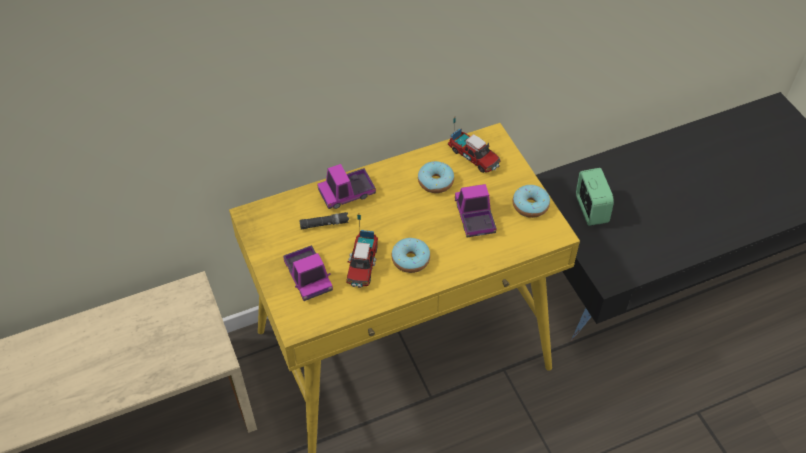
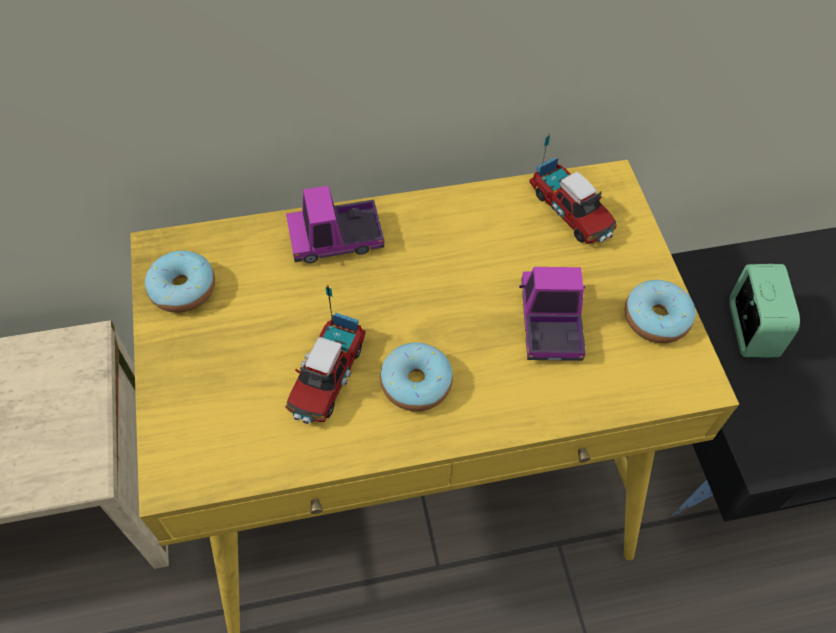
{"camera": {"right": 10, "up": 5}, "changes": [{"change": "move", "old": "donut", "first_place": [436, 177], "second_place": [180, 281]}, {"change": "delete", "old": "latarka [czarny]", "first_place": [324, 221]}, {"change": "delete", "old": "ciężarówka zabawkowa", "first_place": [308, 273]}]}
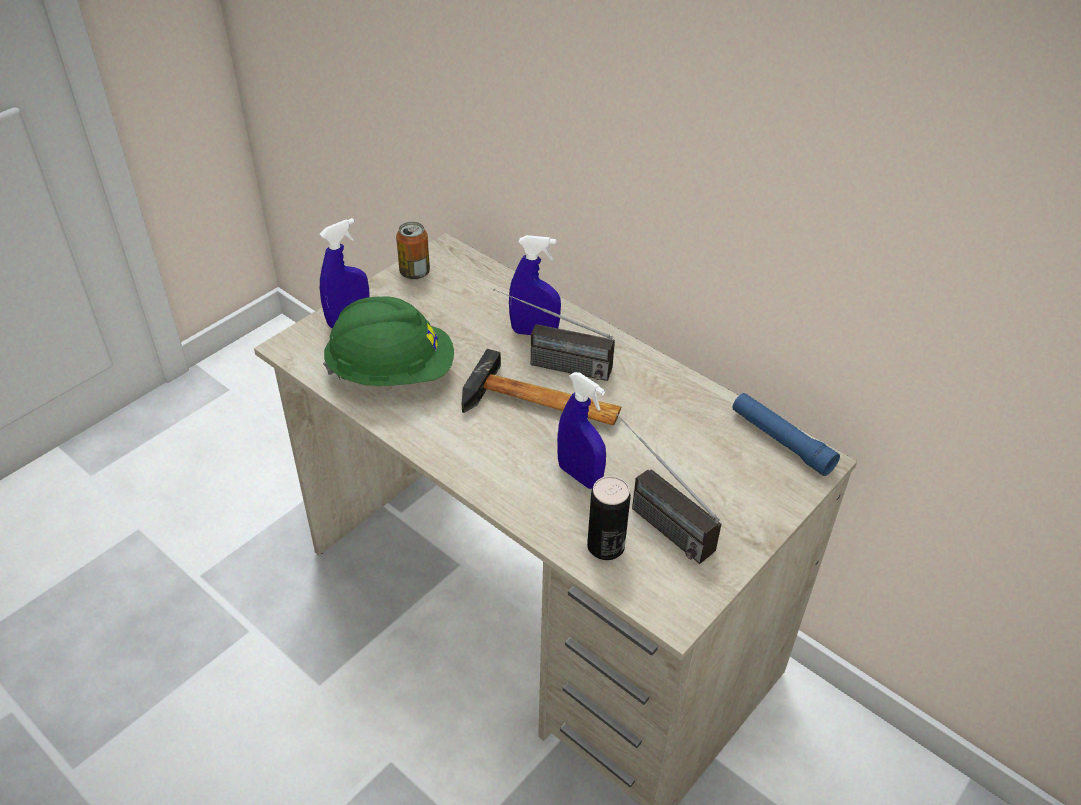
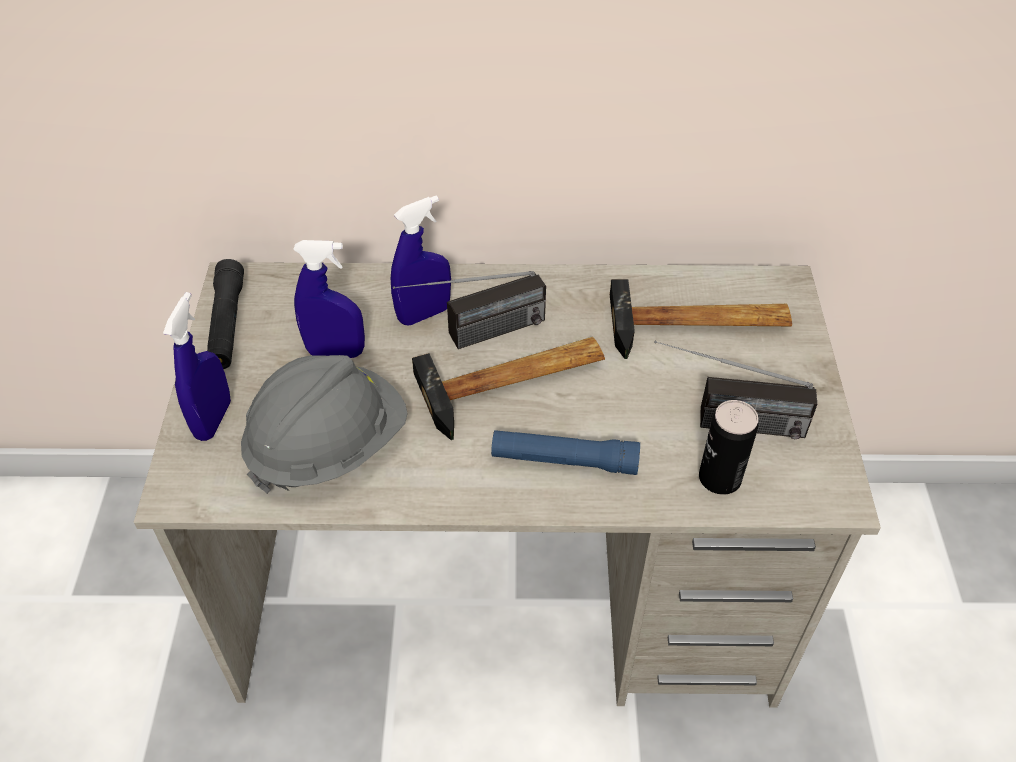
{"camera": {"right": -40, "up": 5}, "changes": [{"change": "replace", "old": "puszka", "new": "latarka [czarny]", "first_place": [413, 251], "second_place": [225, 314]}, {"change": "recolor", "old": "kask [zielony]", "new": "kask [szary]", "first_place": [388, 341], "second_place": [324, 424]}, {"change": "move", "old": "spryskiwacz [niebieski]", "first_place": [581, 430], "second_place": [329, 299]}, {"change": "move", "old": "latarka [niebieski]", "first_place": [786, 434], "second_place": [565, 452]}, {"change": "insert", "new": "młotek", "second_place": [701, 319]}]}
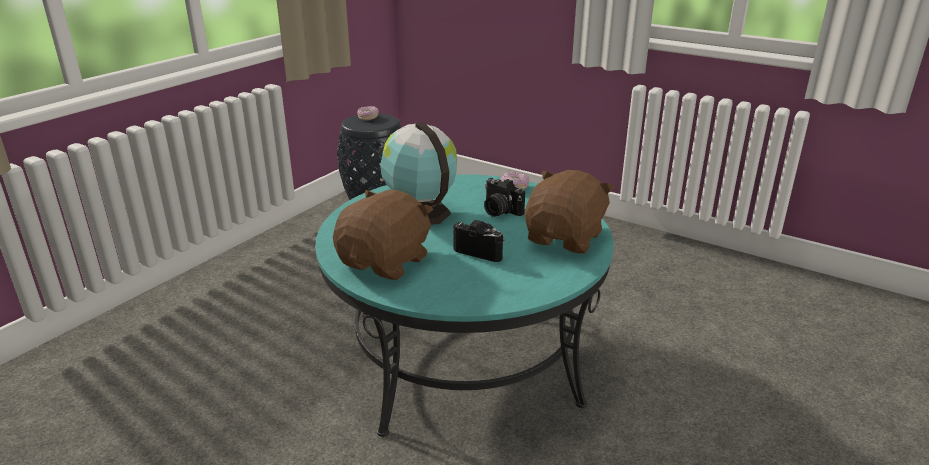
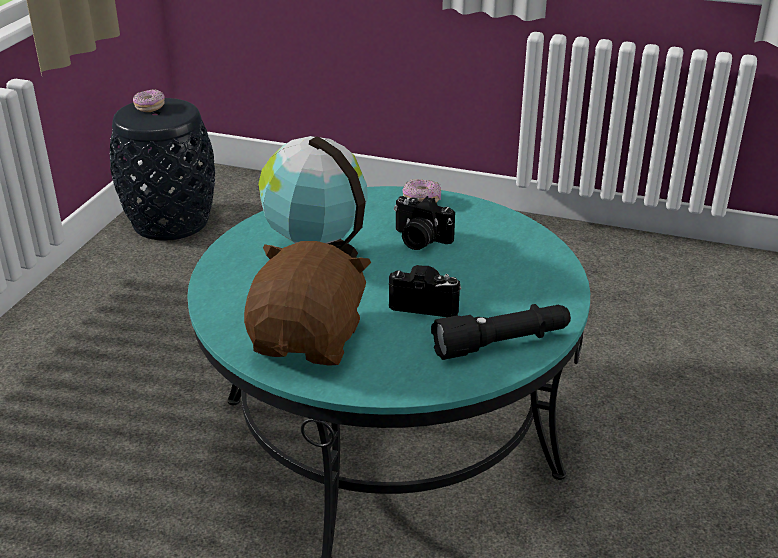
{"camera": {"right": -15, "up": 5}, "changes": [{"change": "delete", "old": "pluszak [brązowy]", "first_place": [570, 212]}, {"change": "insert", "new": "latarka [czarny]", "second_place": [501, 332]}]}
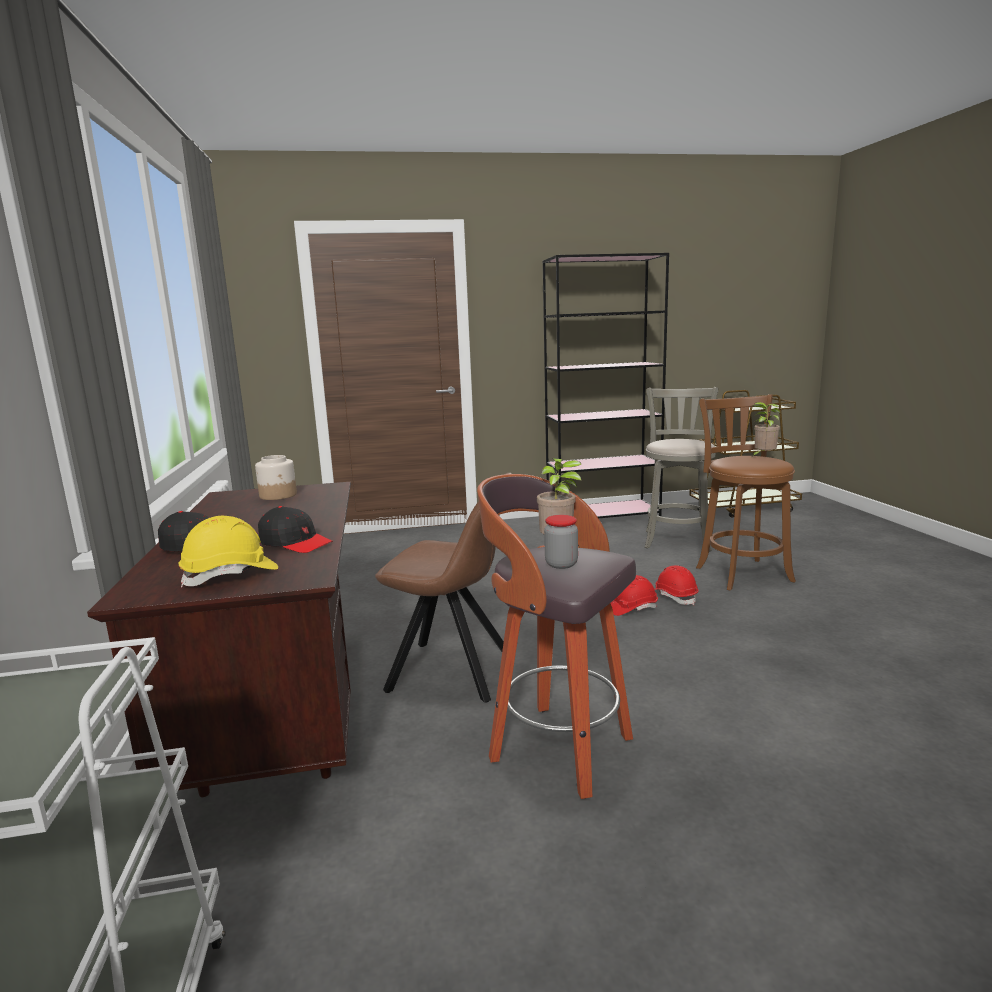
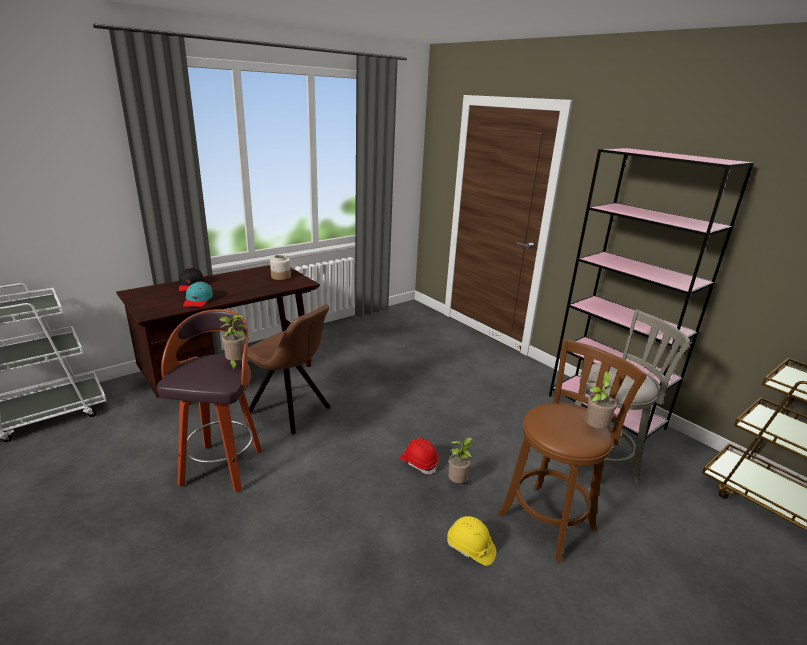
{"camera": {"right": 60, "up": 10}, "changes": [{"change": "rotate", "old": "krzesło [brązowy]", "first_place": [443, 588], "second_place": [289, 369], "degrees": -45}, {"change": "recolor", "old": "czapka z daszkiem [czarny]", "new": "czapka z daszkiem [turkusowy]", "first_place": [295, 529], "second_place": [198, 294]}, {"change": "move", "old": "kask [żółty]", "first_place": [228, 551], "second_place": [471, 541]}, {"change": "delete", "old": "słoik", "first_place": [561, 542]}, {"change": "replace", "old": "kask [czerwony]", "new": "roślina doniczkowa", "first_place": [676, 585], "second_place": [461, 460]}]}
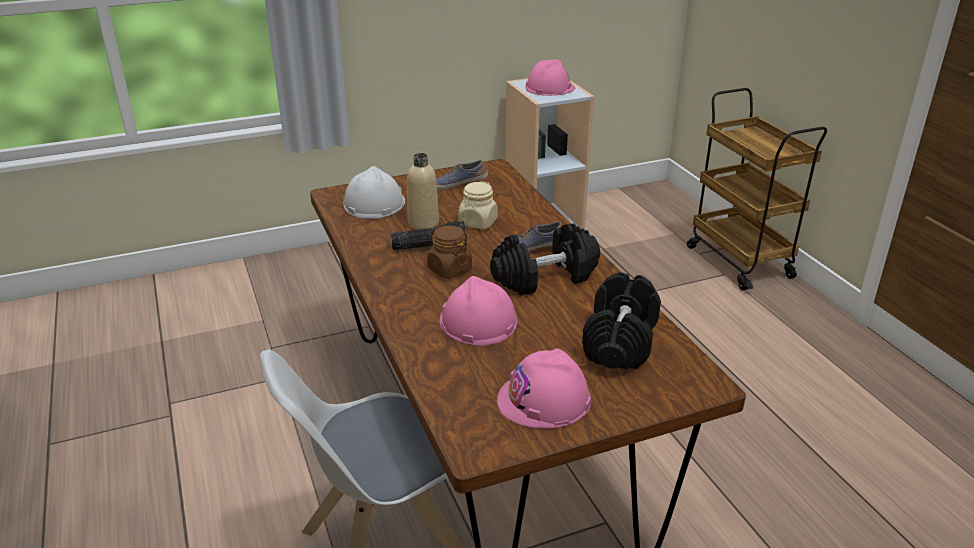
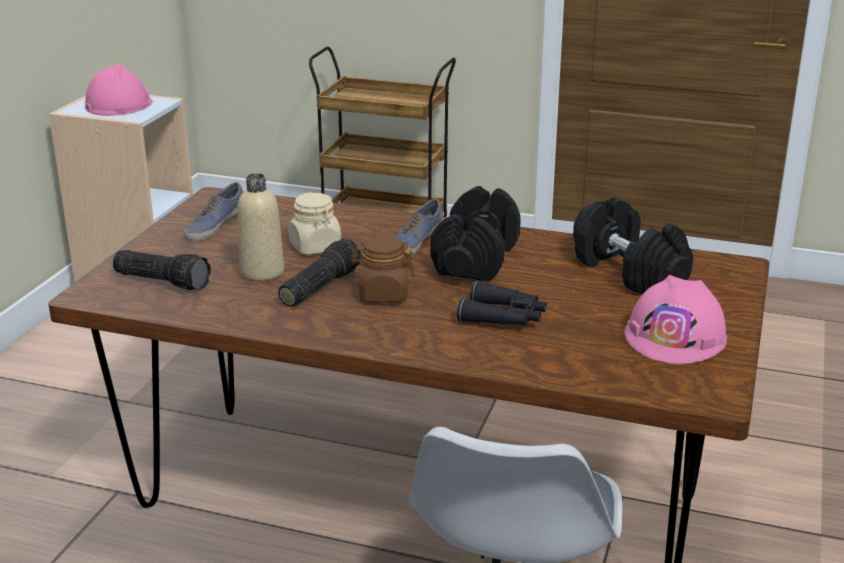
{"camera": {"right": -50, "up": -5}, "changes": [{"change": "replace", "old": "kask [biały]", "new": "latarka", "first_place": [374, 192], "second_place": [162, 270]}, {"change": "replace", "old": "kask [różowy]", "new": "lornetka [czarny]", "first_place": [478, 311], "second_place": [502, 303]}]}
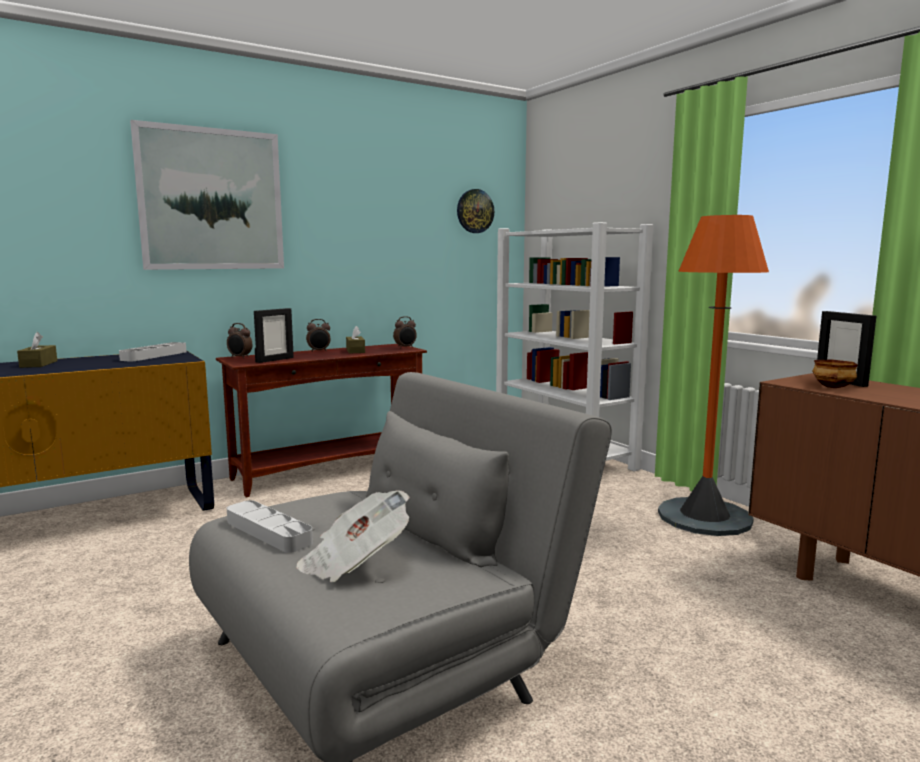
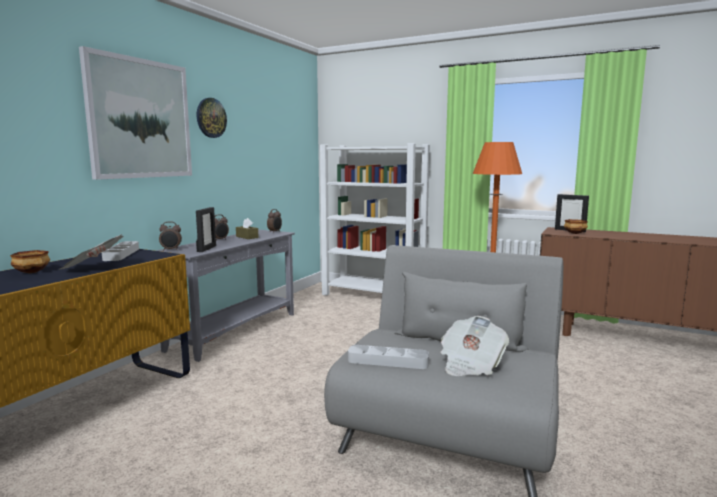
{"camera": {"right": -30, "up": 0}, "changes": [{"change": "move", "old": "zegar ścienny", "first_place": [475, 211], "second_place": [212, 118]}, {"change": "replace", "old": "pudełko chusteczek [brązowy]", "new": "miska", "first_place": [37, 350], "second_place": [30, 261]}, {"change": "recolor", "old": "stolik konsolowy [brązowy]", "new": "stolik konsolowy [szary]", "first_place": [321, 420], "second_place": [225, 296]}, {"change": "insert", "new": "gazeta", "second_place": [91, 252]}]}
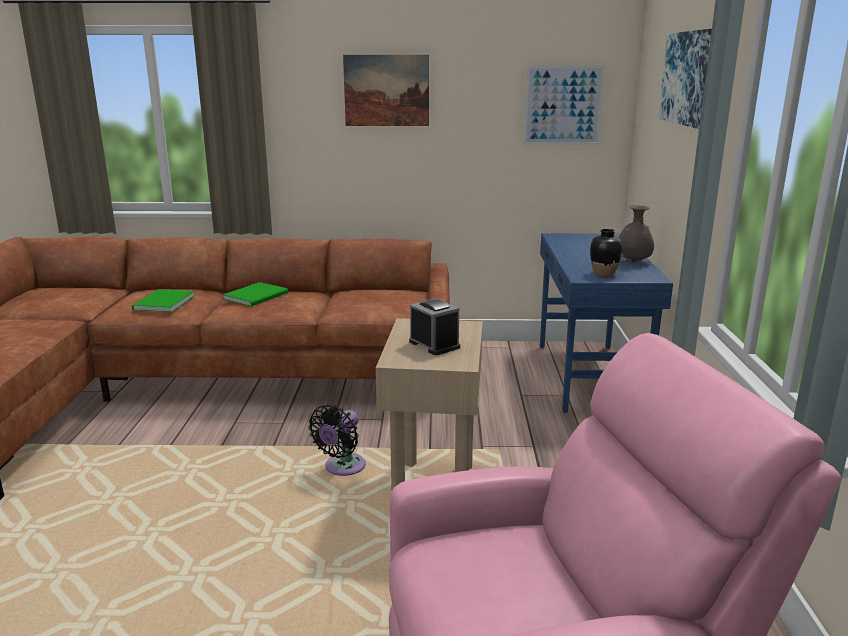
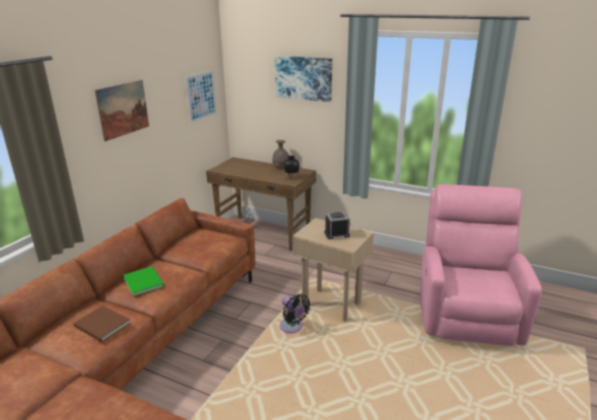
{"camera": {"right": -65, "up": 5}, "changes": [{"change": "recolor", "old": "stolik konsolowy [niebieski]", "new": "stolik konsolowy [brązowy]", "first_place": [606, 323], "second_place": [261, 204]}, {"change": "recolor", "old": "książka [zielony]", "new": "książka [brązowy]", "first_place": [163, 300], "second_place": [101, 324]}]}
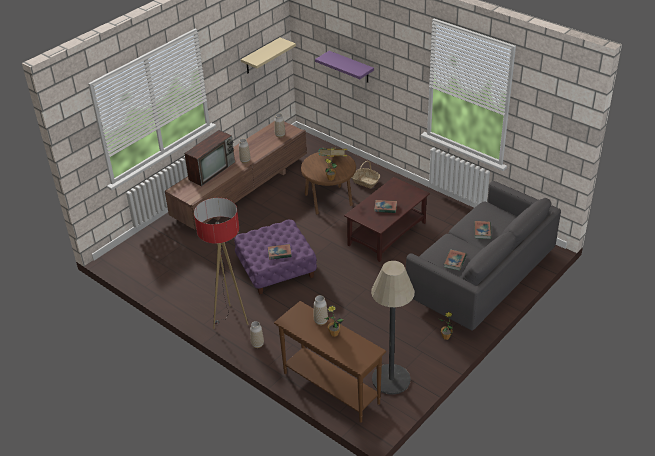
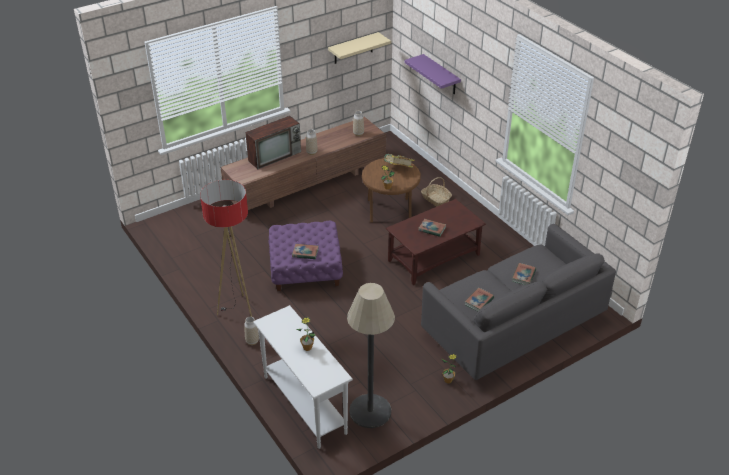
{"camera": {"right": 15, "up": 0}, "changes": [{"change": "delete", "old": "wazon", "first_place": [321, 310]}, {"change": "recolor", "old": "stolik konsolowy [brązowy]", "new": "stolik konsolowy [biały]", "first_place": [330, 362], "second_place": [303, 377]}]}
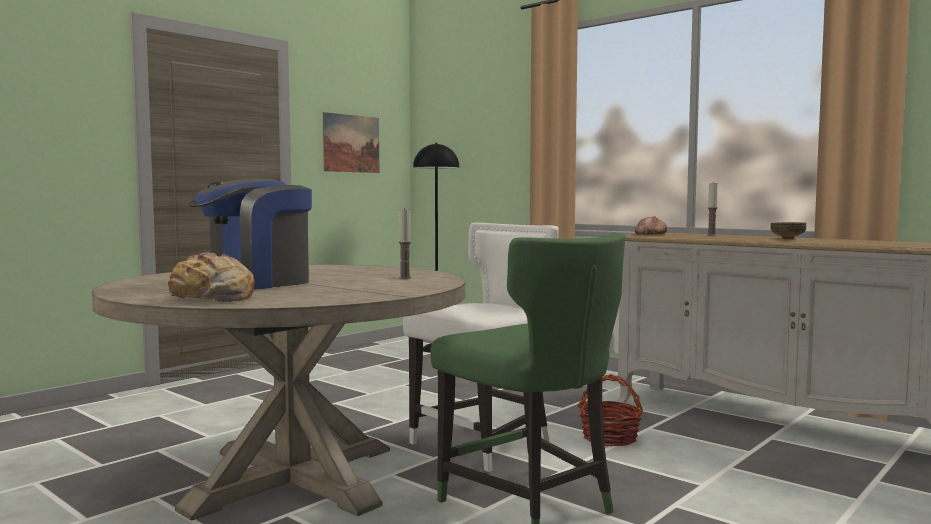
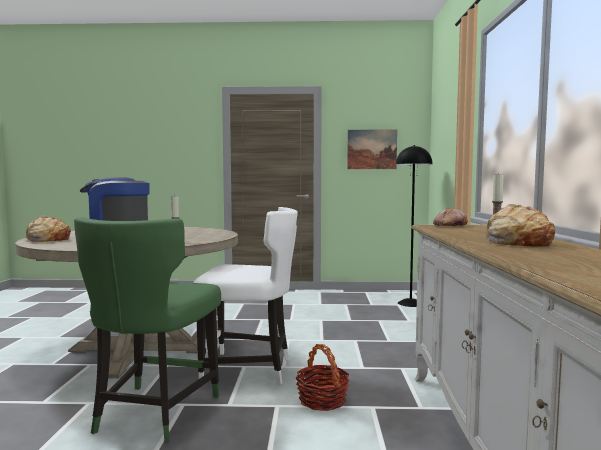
{"camera": {"right": 50, "up": 0}, "changes": [{"change": "replace", "old": "miska", "new": "chleb", "first_place": [788, 230], "second_place": [520, 225]}]}
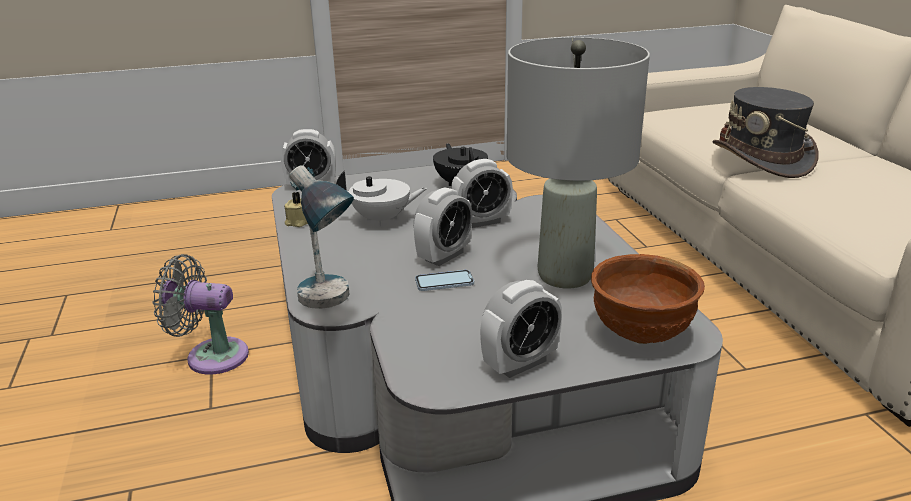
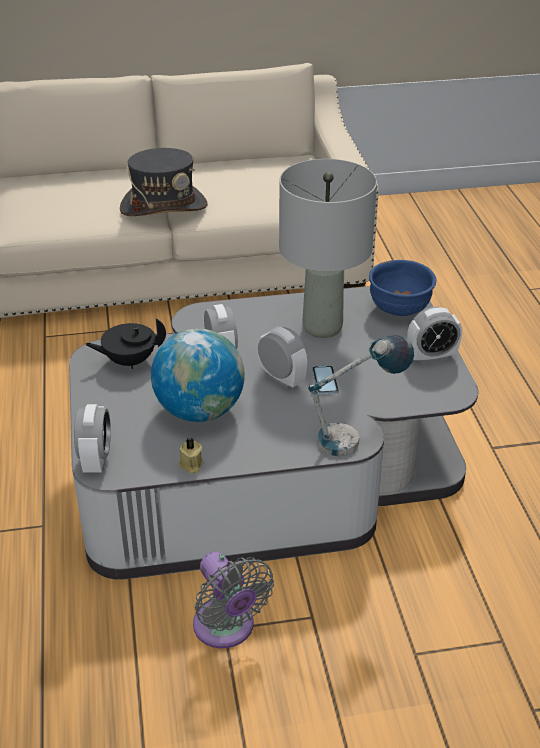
{"camera": {"right": -85, "up": 10}, "changes": [{"change": "replace", "old": "imbryk [biały]", "new": "globus", "first_place": [381, 198], "second_place": [198, 375]}, {"change": "rotate", "old": "wentylator [szary]", "first_place": [201, 314], "second_place": [233, 600], "degrees": -45}, {"change": "recolor", "old": "miska [brązowy]", "new": "miska [niebieski]", "first_place": [648, 299], "second_place": [403, 288]}, {"change": "rotate", "old": "budzik", "first_place": [521, 329], "second_place": [434, 335], "degrees": 105}]}
